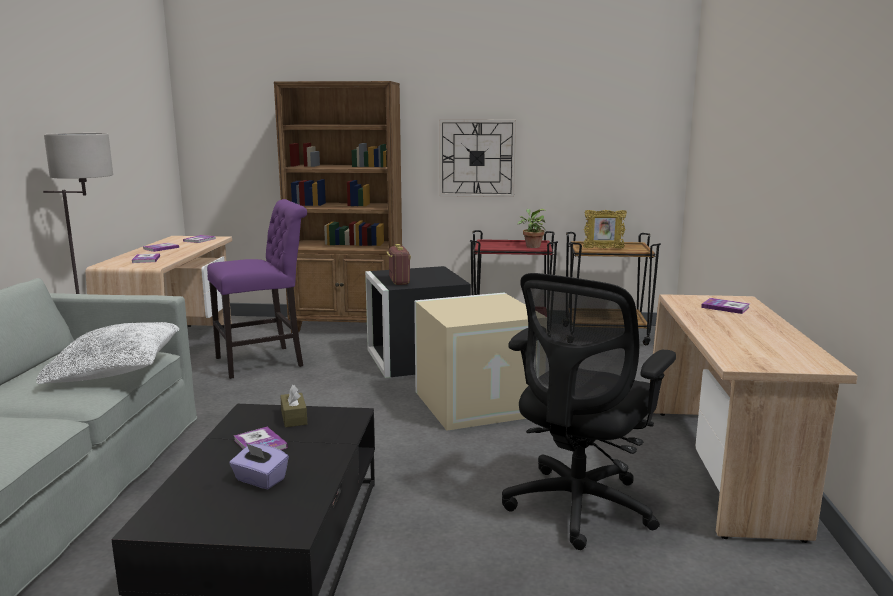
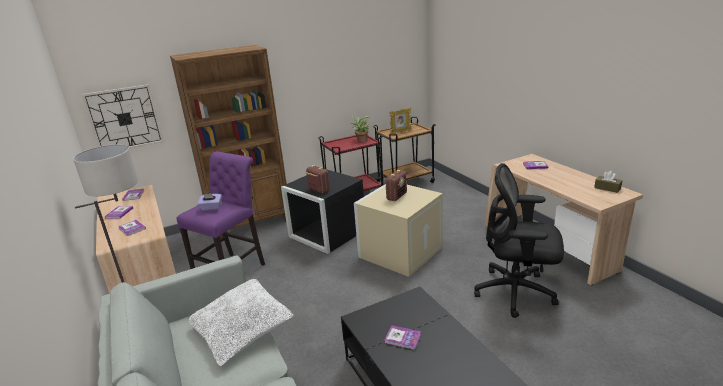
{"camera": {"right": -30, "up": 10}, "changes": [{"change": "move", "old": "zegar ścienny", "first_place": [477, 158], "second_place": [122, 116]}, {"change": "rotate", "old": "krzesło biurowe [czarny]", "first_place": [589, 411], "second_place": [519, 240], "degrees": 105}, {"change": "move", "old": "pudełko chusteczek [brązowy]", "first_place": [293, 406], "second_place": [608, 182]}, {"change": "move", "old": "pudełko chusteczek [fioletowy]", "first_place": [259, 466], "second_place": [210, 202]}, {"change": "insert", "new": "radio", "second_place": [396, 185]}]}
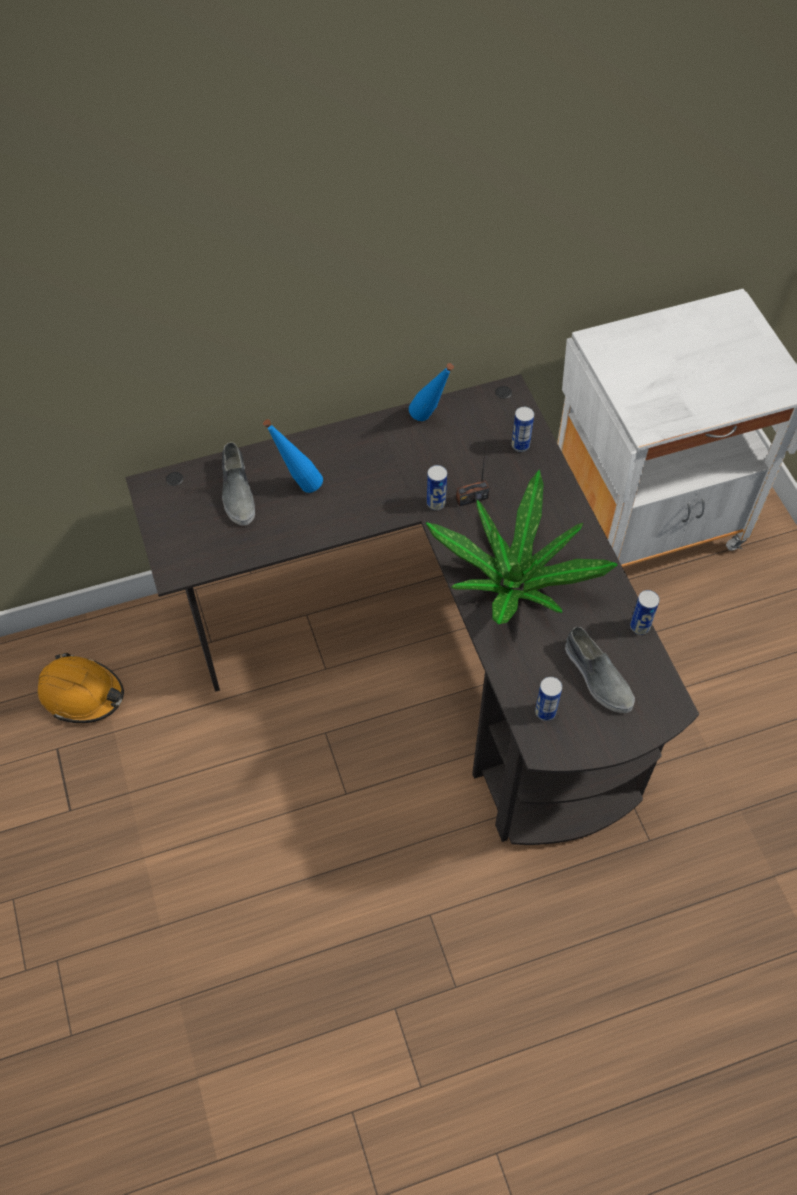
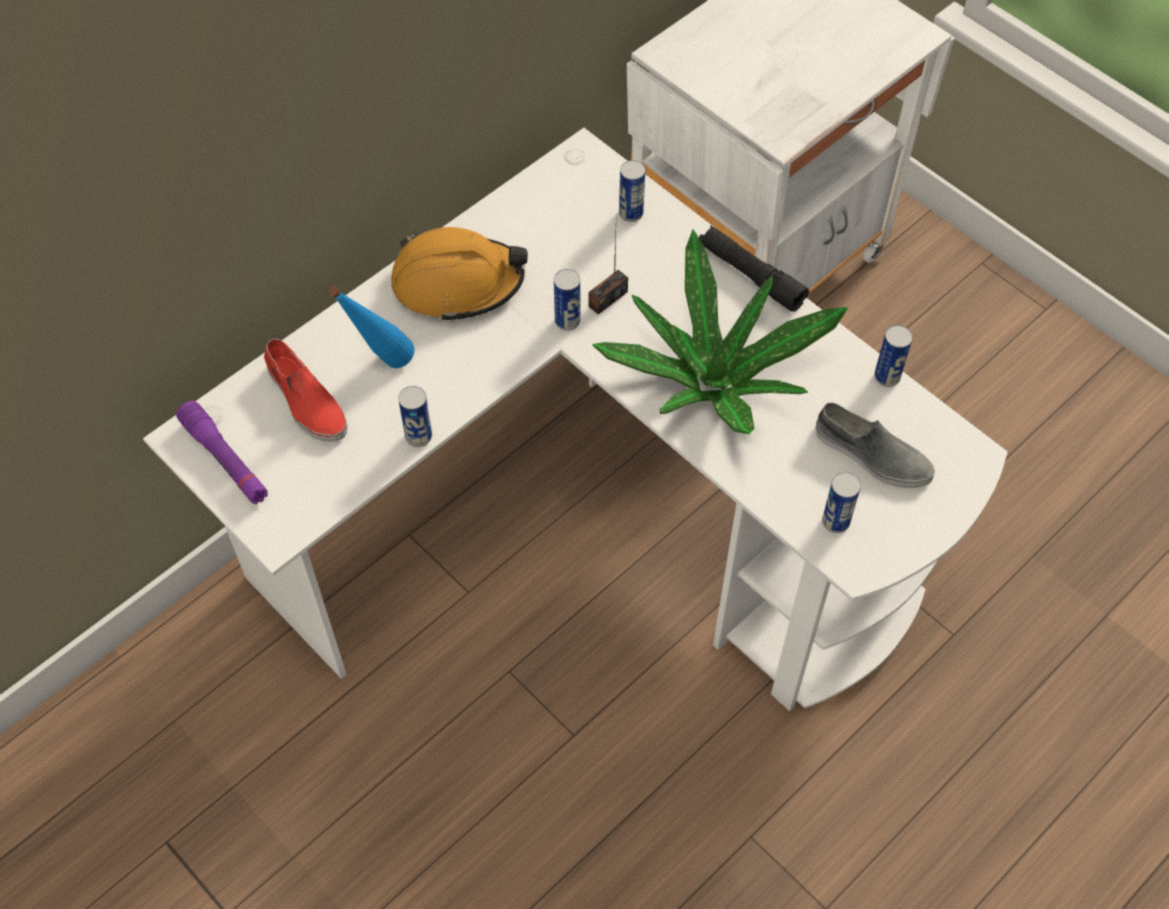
{"camera": {"right": -25, "up": 0}, "changes": [{"change": "delete", "old": "butelka [niebieski]", "first_place": [431, 392]}, {"change": "recolor", "old": "biurko [czarny]", "new": "biurko [biały]", "first_place": [412, 609], "second_place": [575, 419]}, {"change": "recolor", "old": "but [szary]", "new": "but [czerwony]", "first_place": [238, 483], "second_place": [306, 390]}, {"change": "move", "old": "kask [pomarańczowy]", "first_place": [81, 687], "second_place": [459, 274]}, {"change": "insert", "new": "latarka [czarny]", "second_place": [754, 269]}, {"change": "insert", "new": "puszka", "second_place": [415, 416]}, {"change": "insert", "new": "latarka [fioletowy]", "second_place": [222, 452]}]}
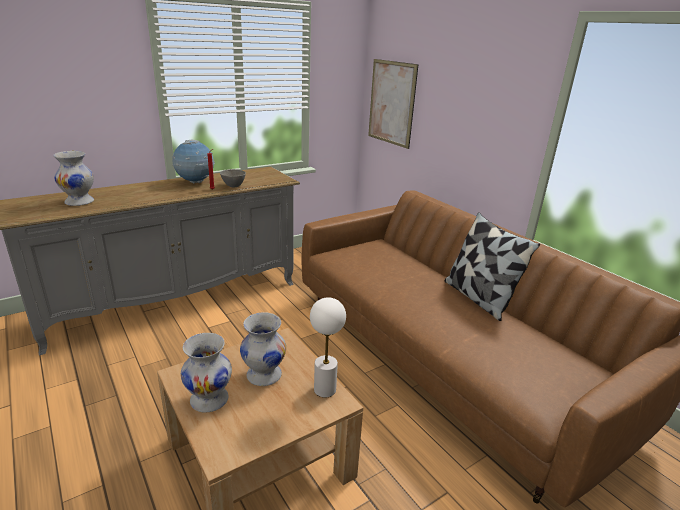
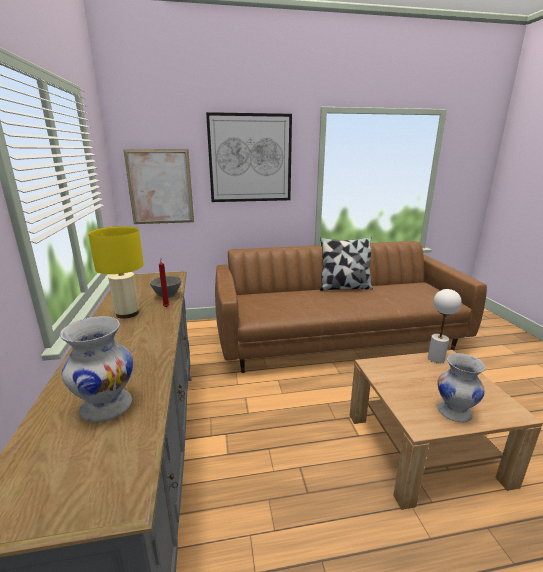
{"camera": {"right": -65, "up": -5}, "changes": [{"change": "replace", "old": "globus", "new": "lampa stołowa [żółty]", "first_place": [194, 162], "second_place": [116, 272]}, {"change": "delete", "old": "wazon [biały]", "first_place": [263, 349]}, {"change": "insert", "new": "obraz", "second_place": [249, 157]}]}
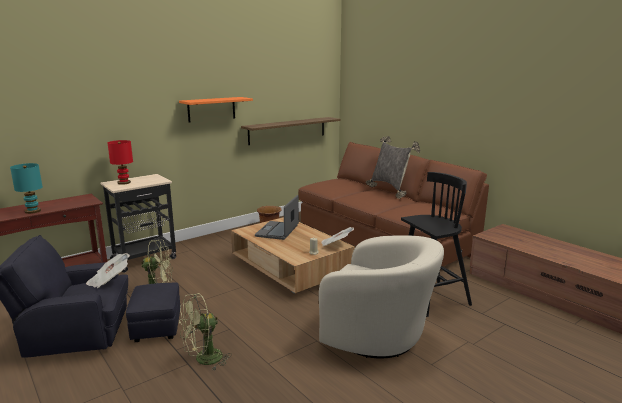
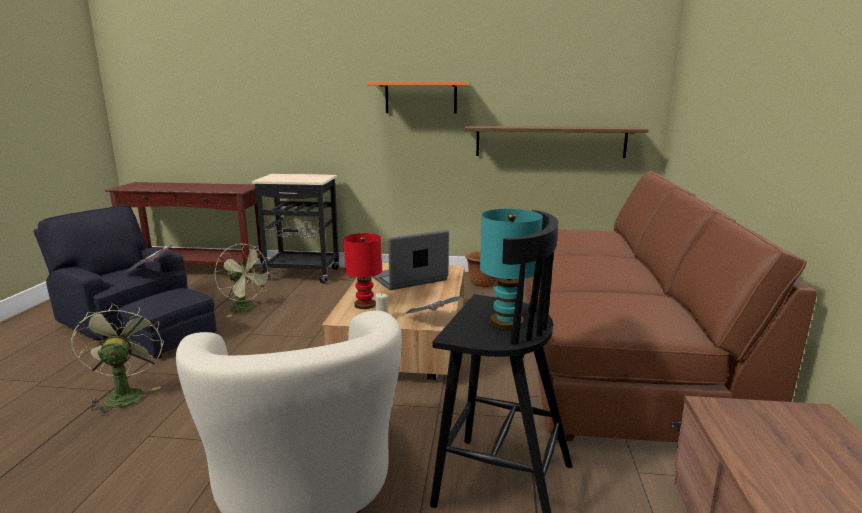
{"camera": {"right": 45, "up": 0}, "changes": [{"change": "delete", "old": "poduszka", "first_place": [393, 167]}, {"change": "move", "old": "lampa stołowa [czerwony]", "first_place": [120, 162], "second_place": [363, 271]}, {"change": "move", "old": "lampa stołowa [turkusowy]", "first_place": [26, 188], "second_place": [511, 269]}, {"change": "rotate", "old": "wentylator [zielony]", "first_place": [205, 332], "second_place": [117, 359], "degrees": 60}]}
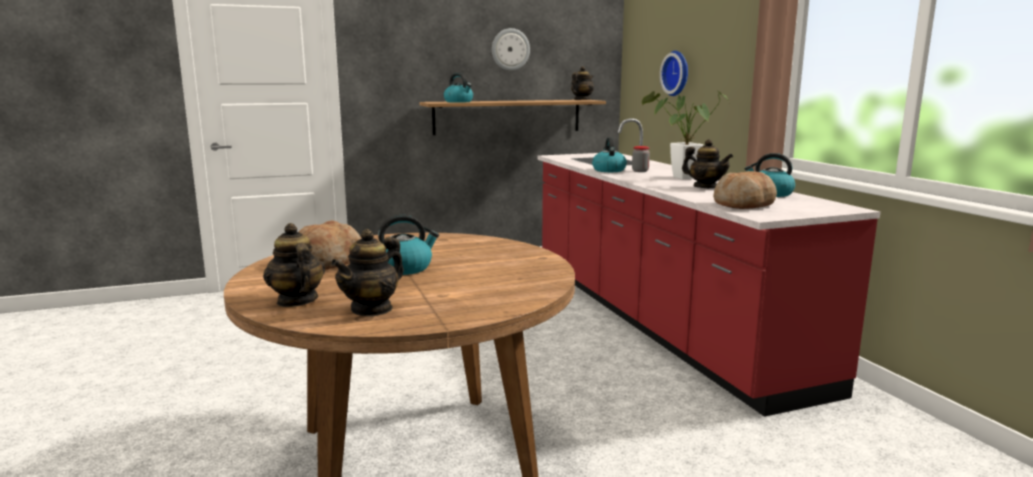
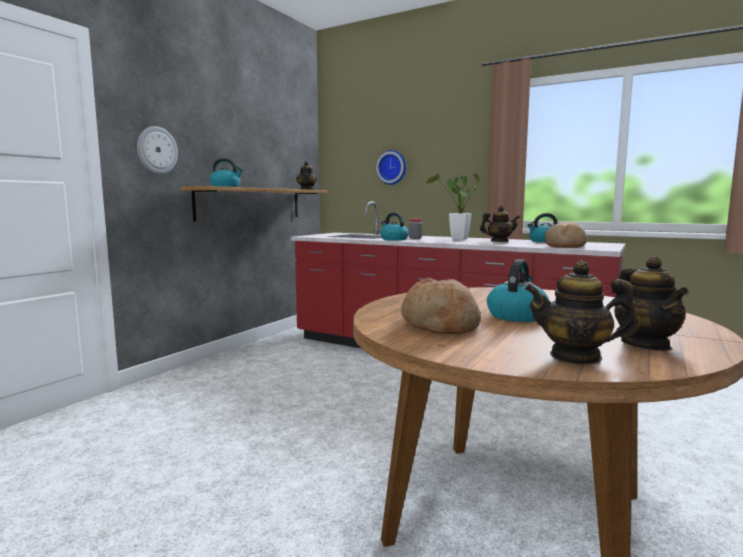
{"camera": {"right": -40, "up": -5}, "changes": [{"change": "move", "old": "zegar ścienny", "first_place": [511, 49], "second_place": [157, 150]}]}
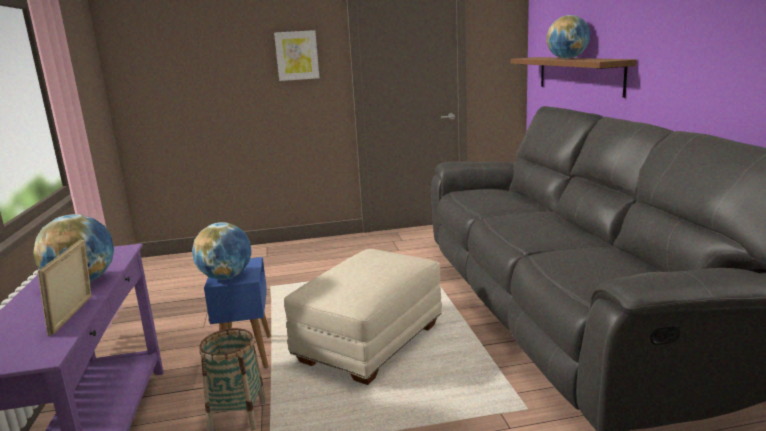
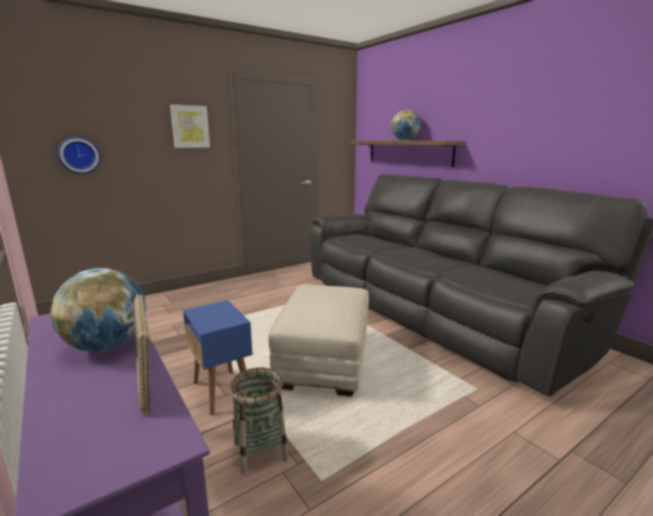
{"camera": {"right": -25, "up": 0}, "changes": [{"change": "delete", "old": "globus", "first_place": [222, 251]}, {"change": "insert", "new": "zegar ścienny", "second_place": [79, 155]}]}
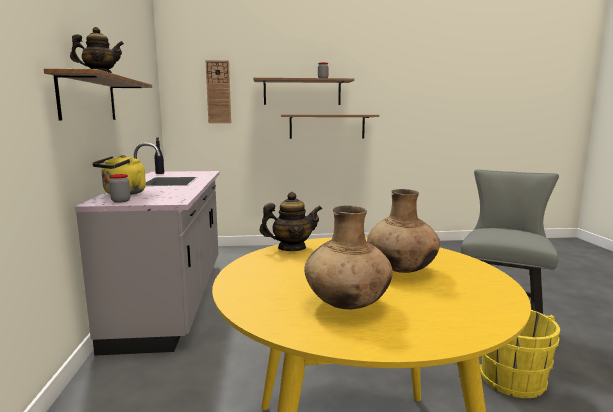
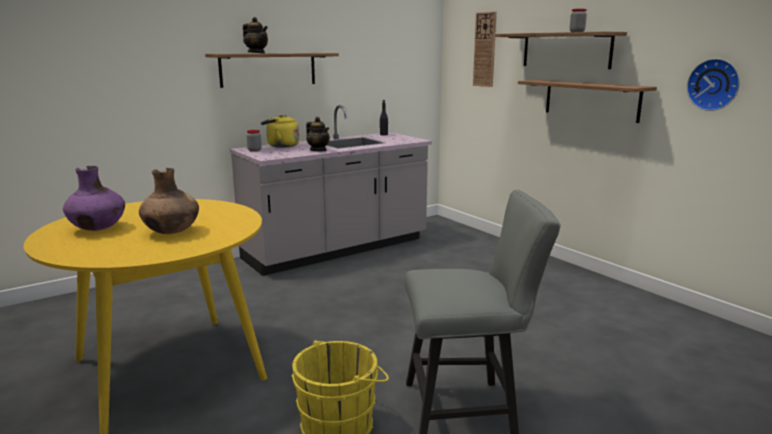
{"camera": {"right": 60, "up": 5}, "changes": [{"change": "move", "old": "imbryk", "first_place": [291, 221], "second_place": [318, 134]}, {"change": "recolor", "old": "wazon [brązowy]", "new": "wazon [fioletowy]", "first_place": [348, 257], "second_place": [94, 198]}, {"change": "insert", "new": "zegar ścienny", "second_place": [713, 84]}]}
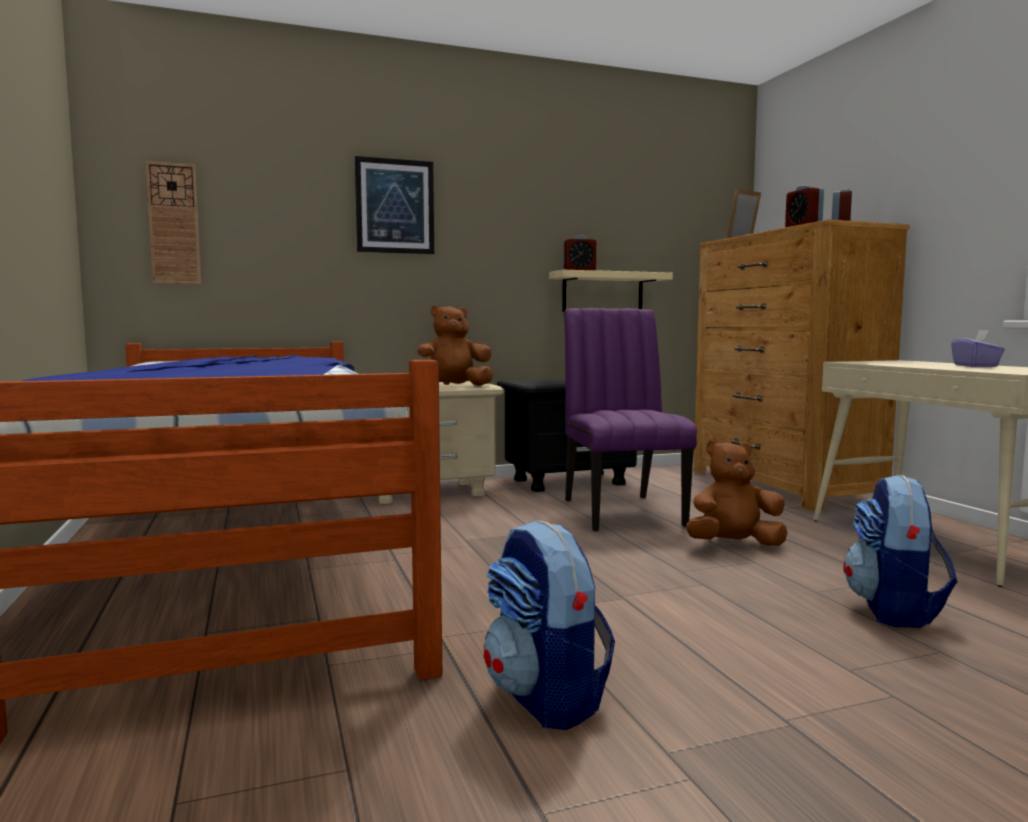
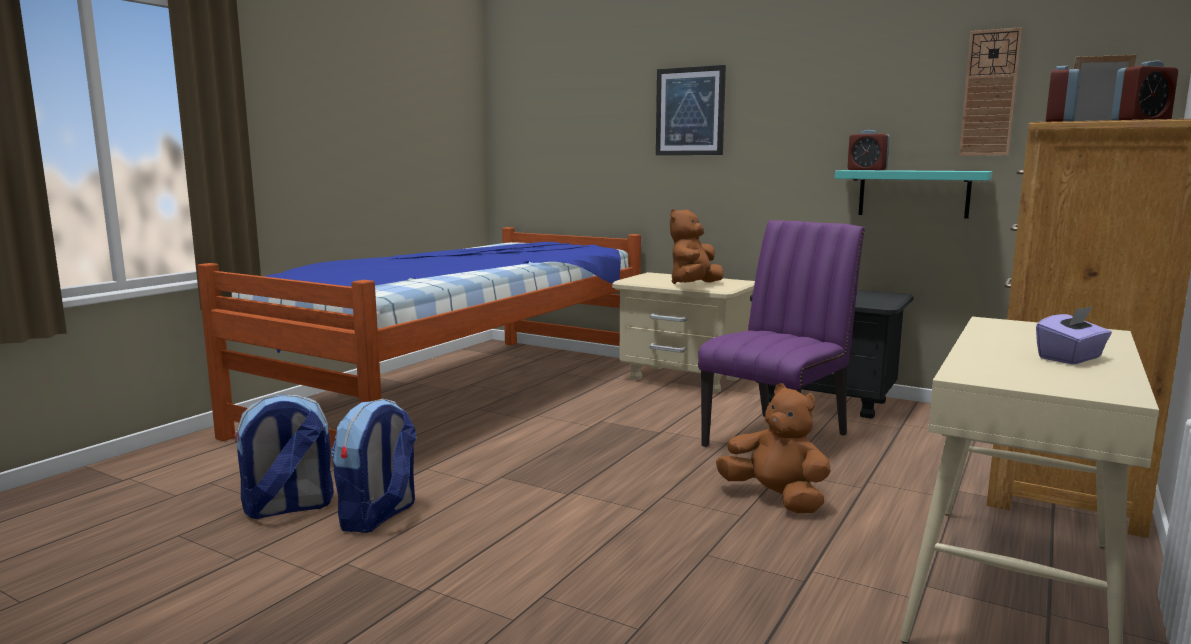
{"camera": {"right": 50, "up": 5}, "changes": [{"change": "move", "old": "zegar ścienny", "first_place": [173, 222], "second_place": [990, 91]}, {"change": "recolor", "old": "półka [beżowy]", "new": "półka [turkusowy]", "first_place": [611, 291], "second_place": [914, 194]}, {"change": "rotate", "old": "pluszak [brązowy]", "first_place": [455, 345], "second_place": [697, 246], "degrees": -90}, {"change": "move", "old": "plecak", "first_place": [901, 551], "second_place": [283, 456]}]}
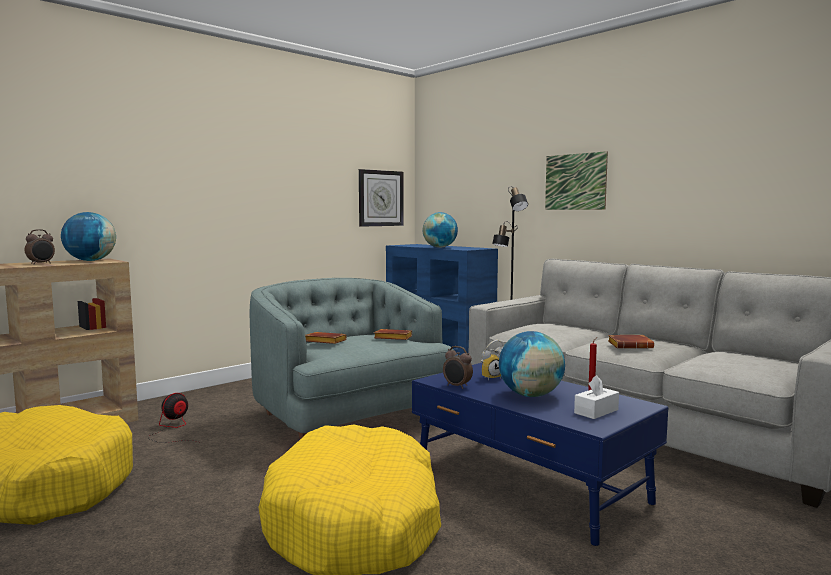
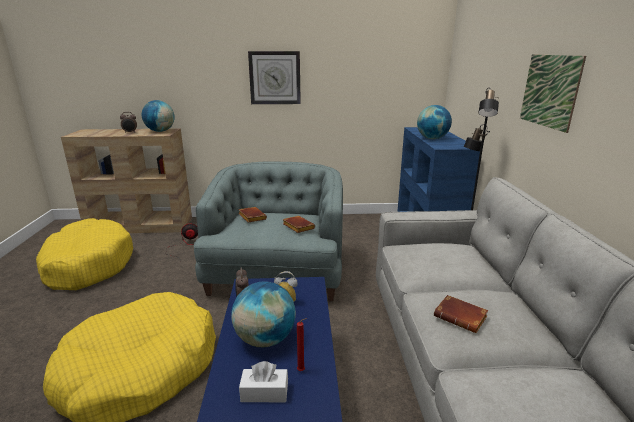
{"camera": {"right": 40, "up": 15}, "changes": [{"change": "move", "old": "zegar ścienny", "first_place": [381, 198], "second_place": [274, 77]}]}
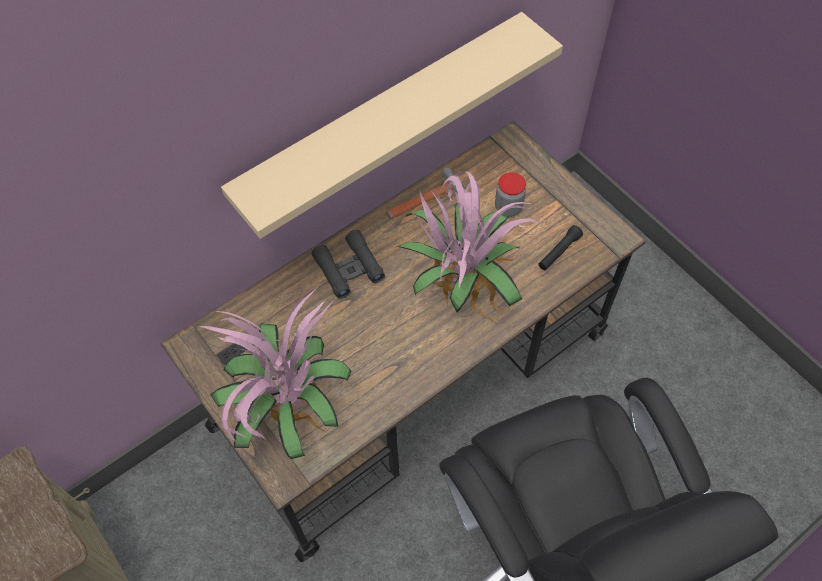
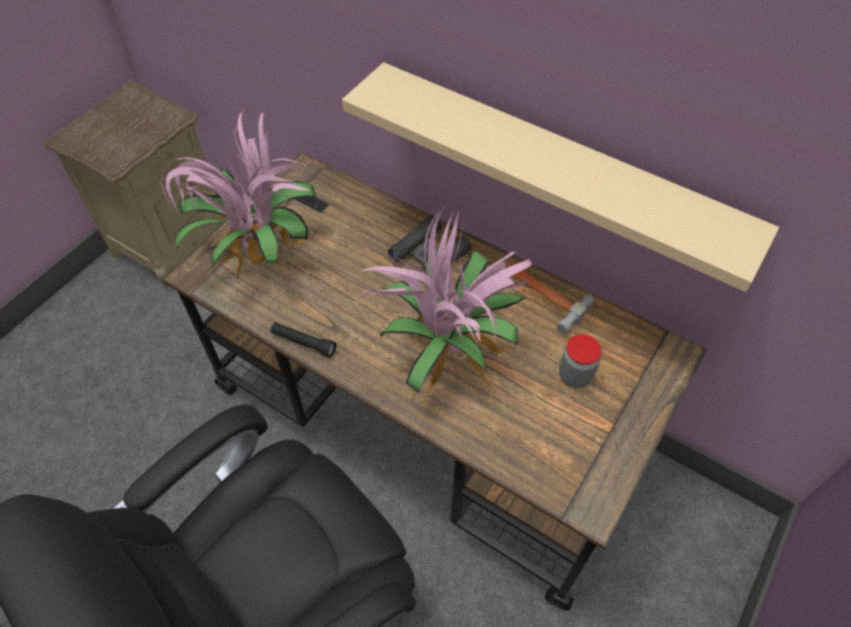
{"camera": {"right": 70, "up": -5}, "changes": [{"change": "move", "old": "latarka [czarny]", "first_place": [560, 247], "second_place": [303, 340]}]}
